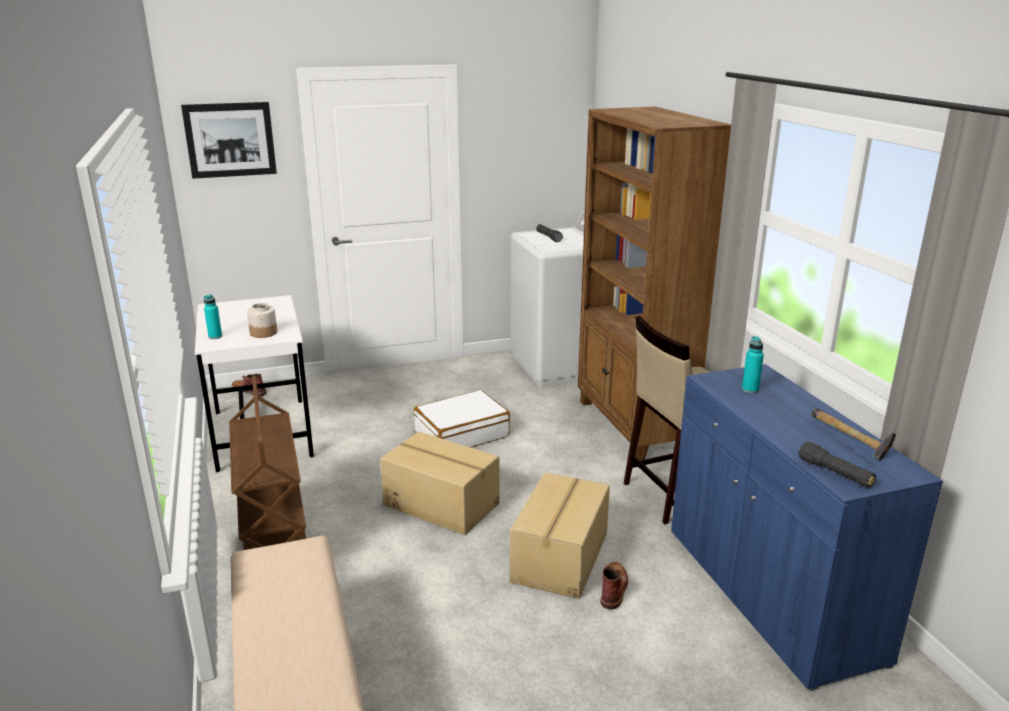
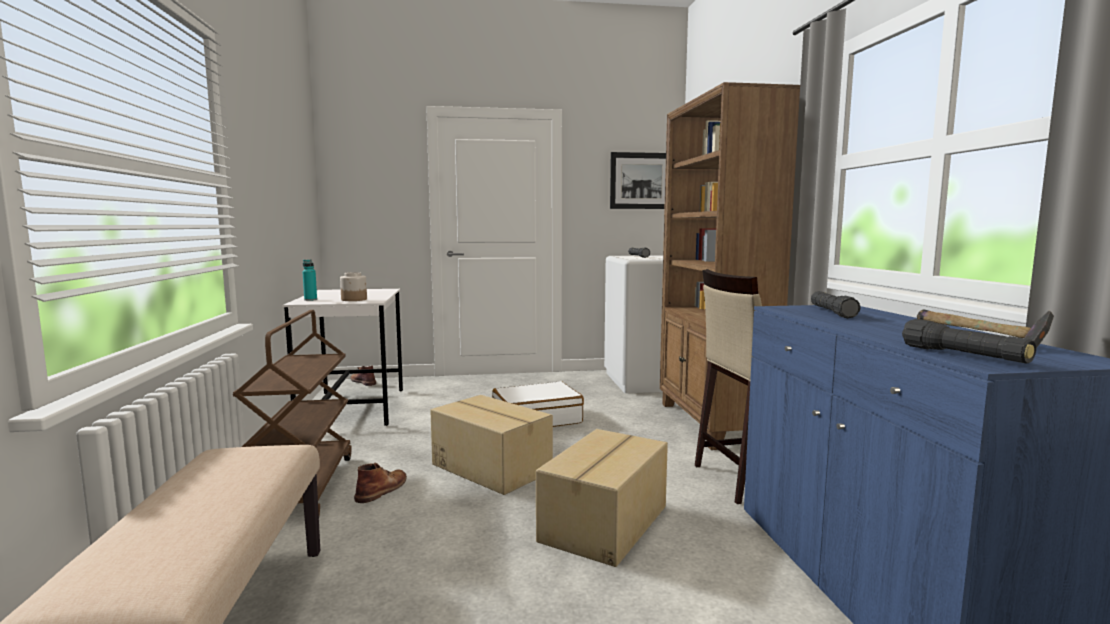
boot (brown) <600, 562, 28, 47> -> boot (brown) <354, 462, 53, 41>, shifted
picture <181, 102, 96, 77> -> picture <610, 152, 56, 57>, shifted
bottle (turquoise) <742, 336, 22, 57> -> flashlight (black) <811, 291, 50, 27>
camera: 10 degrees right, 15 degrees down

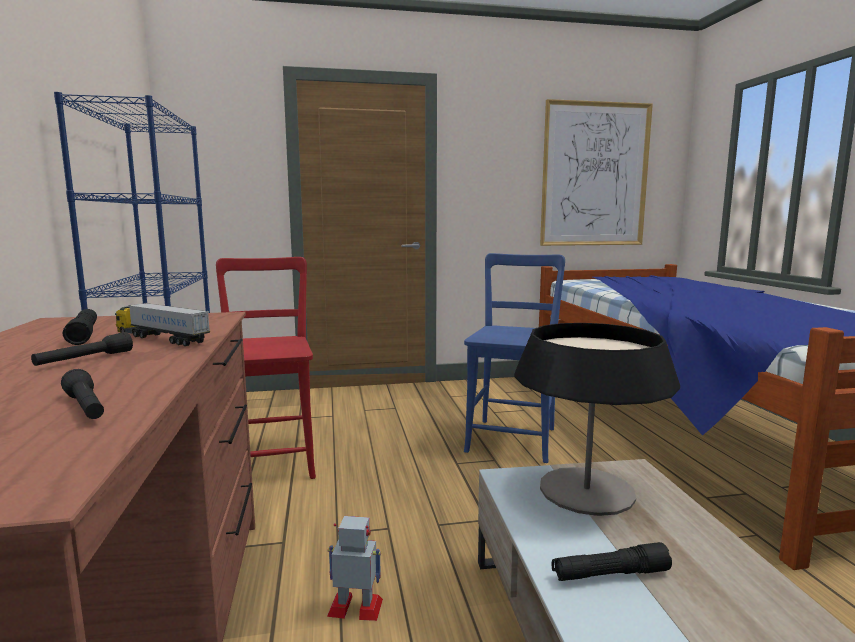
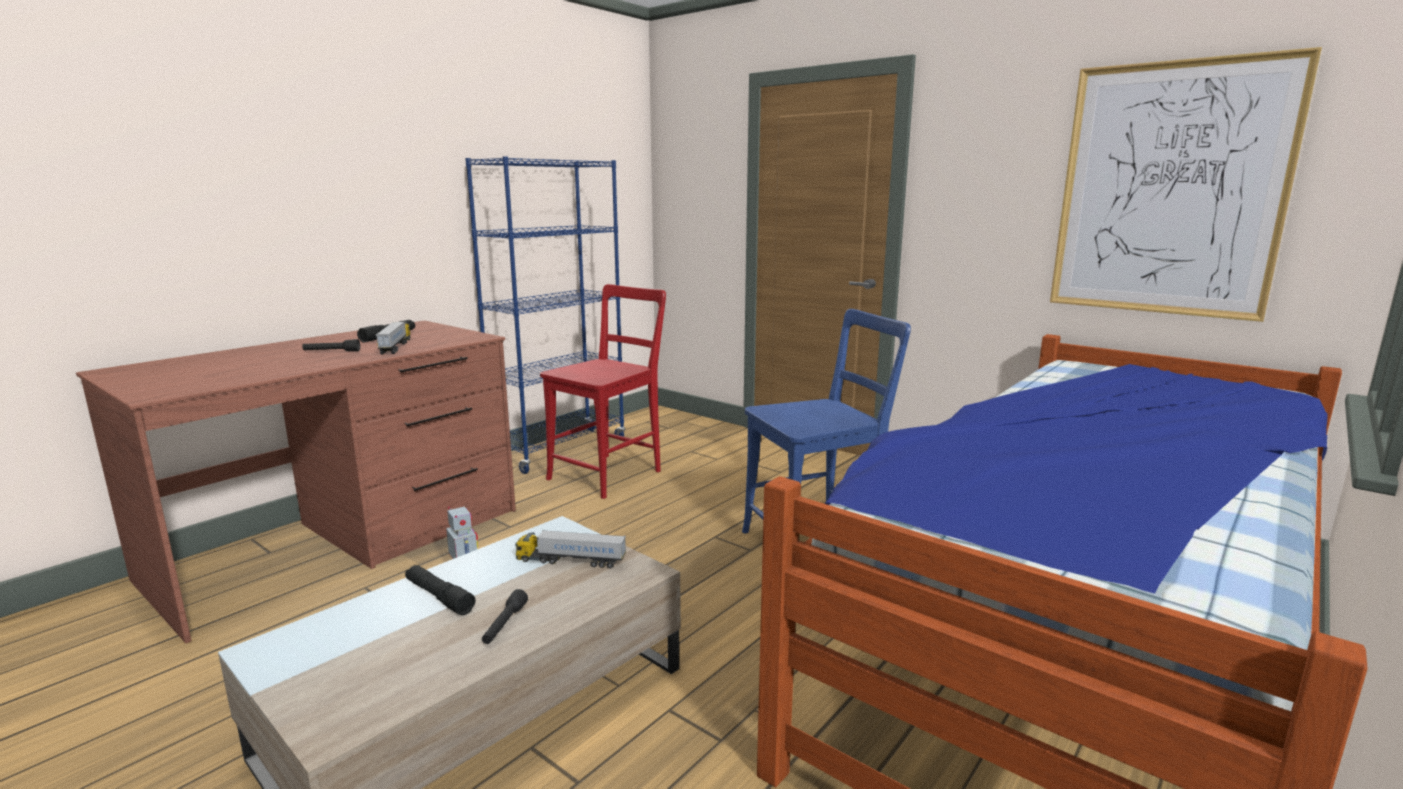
flashlight (black) <61, 369, 43, 50> -> flashlight (black) <482, 589, 46, 55>, shifted
table lamp <514, 323, 166, 193> -> toy truck <515, 530, 111, 38>
camera: 50 degrees right, 5 degrees up

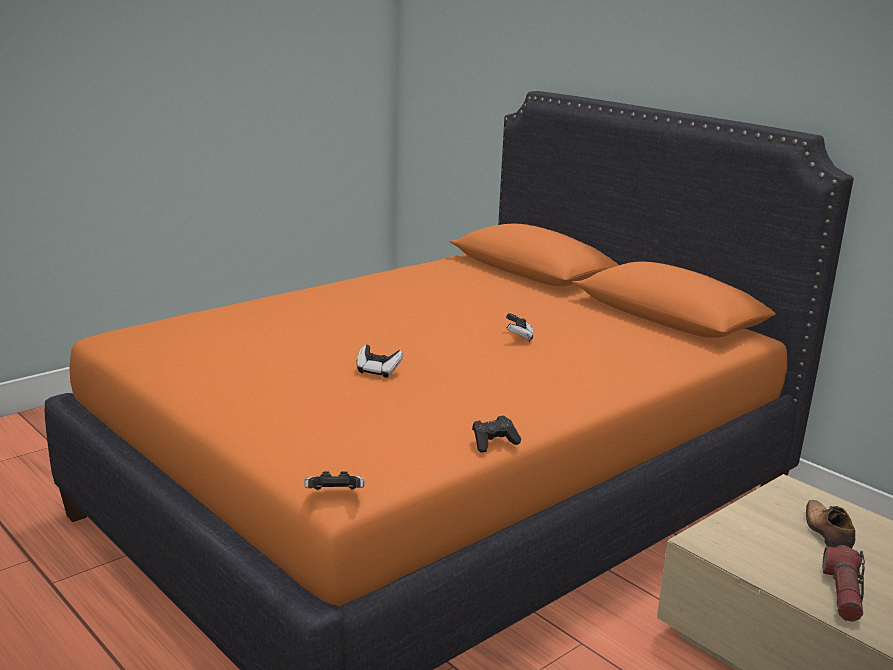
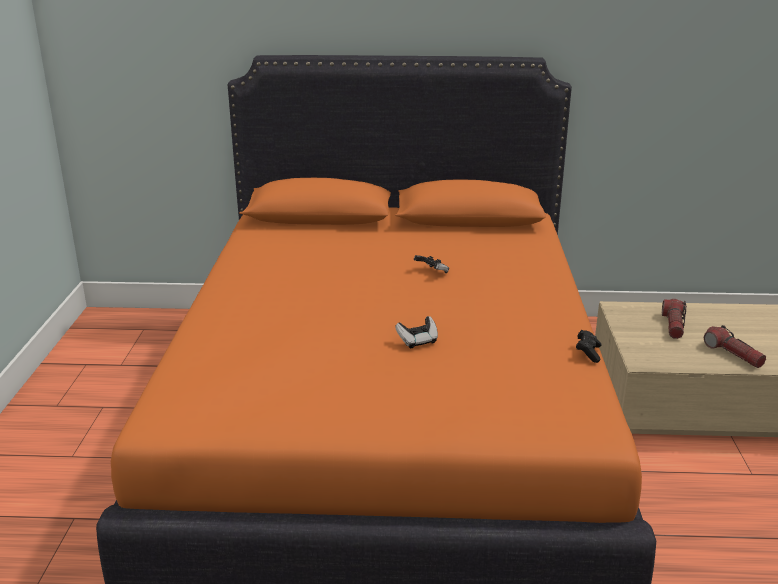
shoe <806, 500, 49, 48> -> flashlight <662, 299, 25, 40>
game controller <304, 471, 61, 19> -> none
camera: 45 degrees left, 5 degrees up

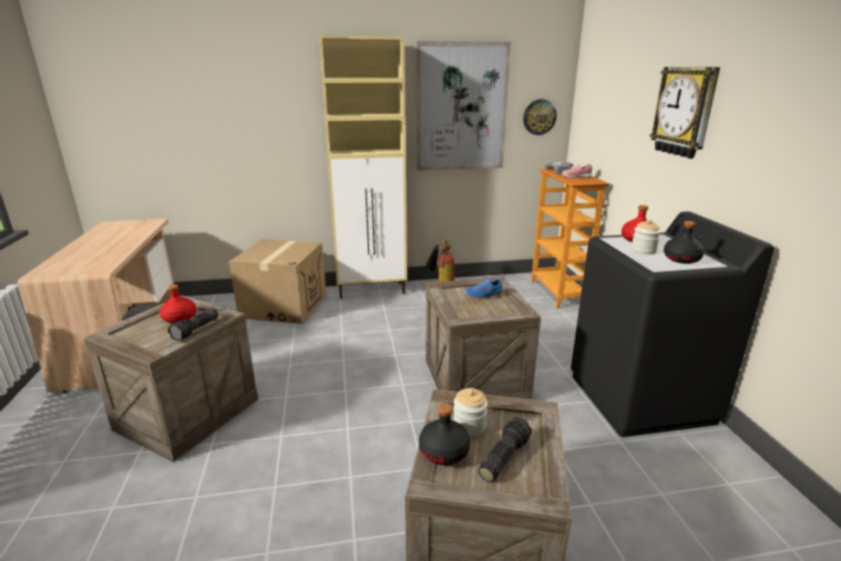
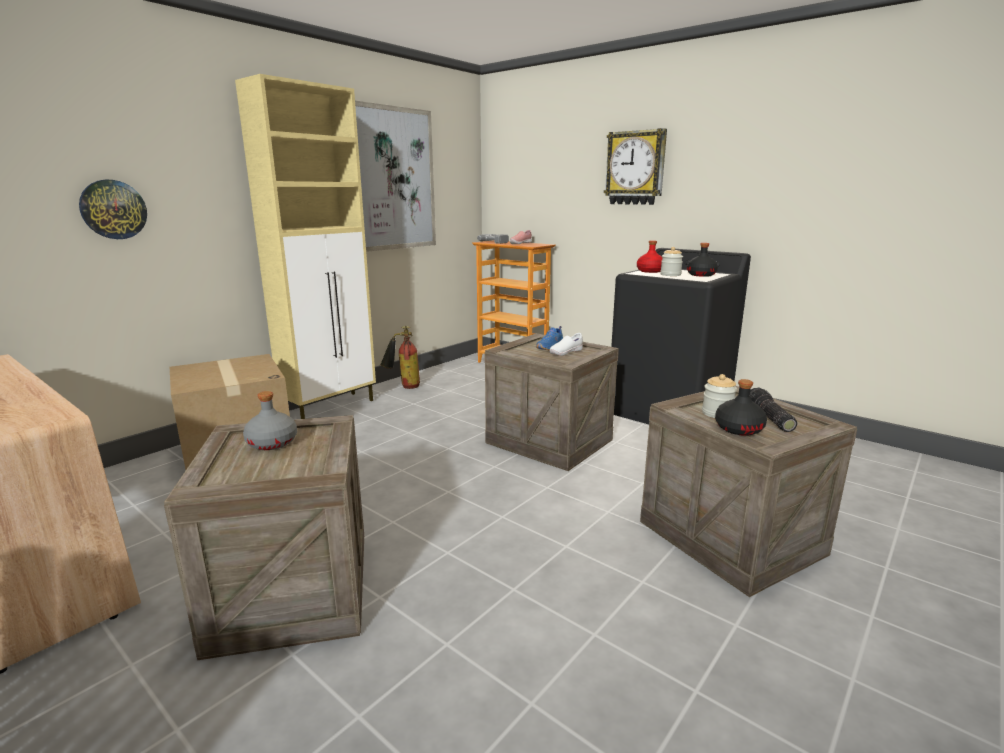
wall clock <523, 99, 34, 36> -> wall clock <79, 180, 68, 59>, shifted
bottle (red) <160, 285, 37, 38> -> bottle (grey) <243, 391, 54, 59>
none -> shoe (white) <549, 333, 34, 23>
flashlight <168, 308, 50, 33> -> none
camera: 40 degrees left, 5 degrees down

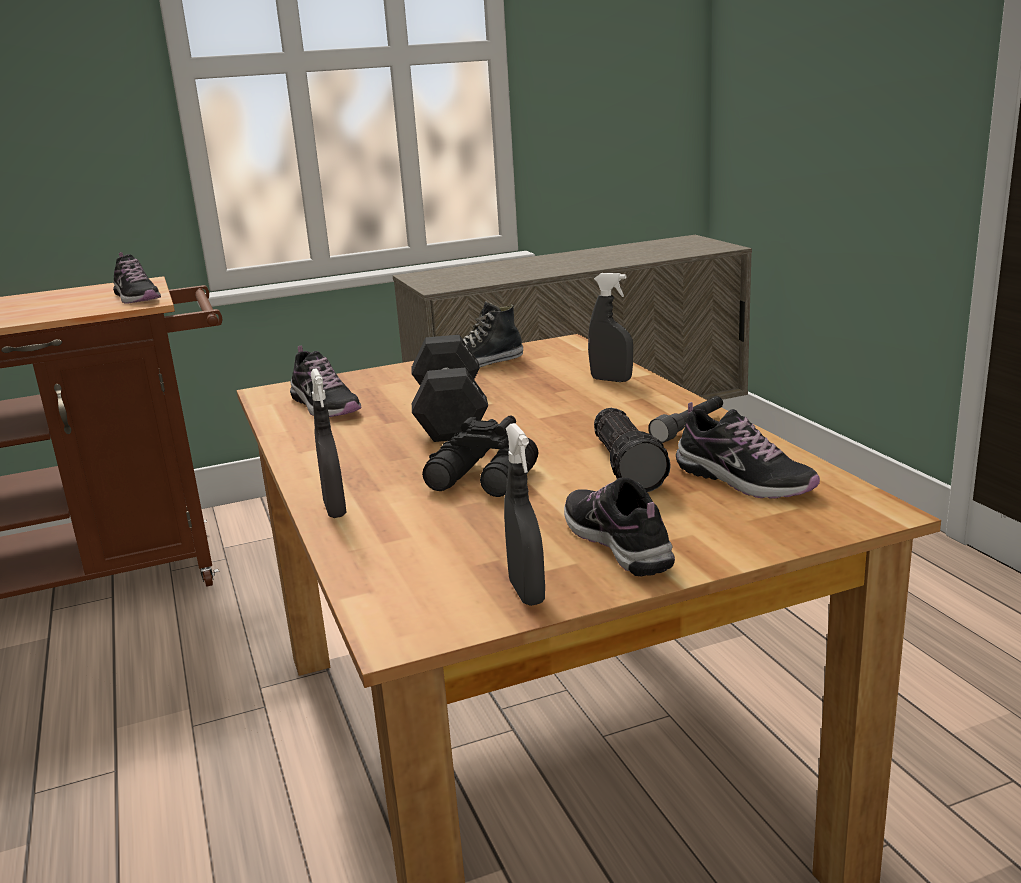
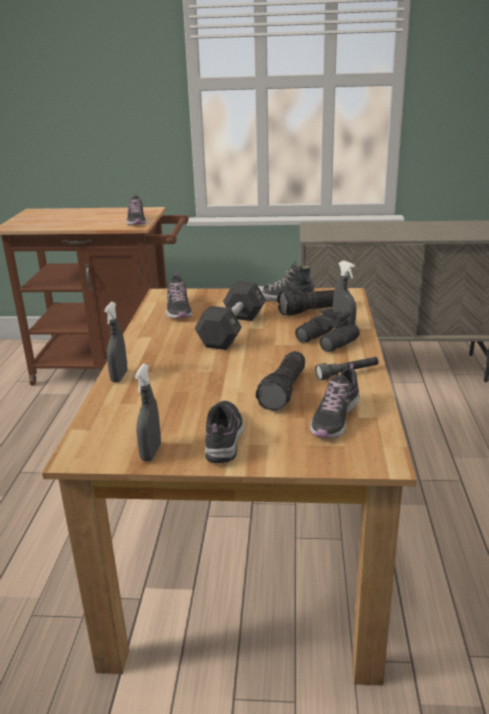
none -> flashlight <277, 290, 57, 26>
binoculars (black) <422, 415, 116, 82> -> binoculars (black) <295, 308, 65, 44>, shifted
shoe <676, 402, 144, 97> -> shoe <310, 363, 50, 75>, 45 degrees clockwise
camera: 25 degrees right, 5 degrees up

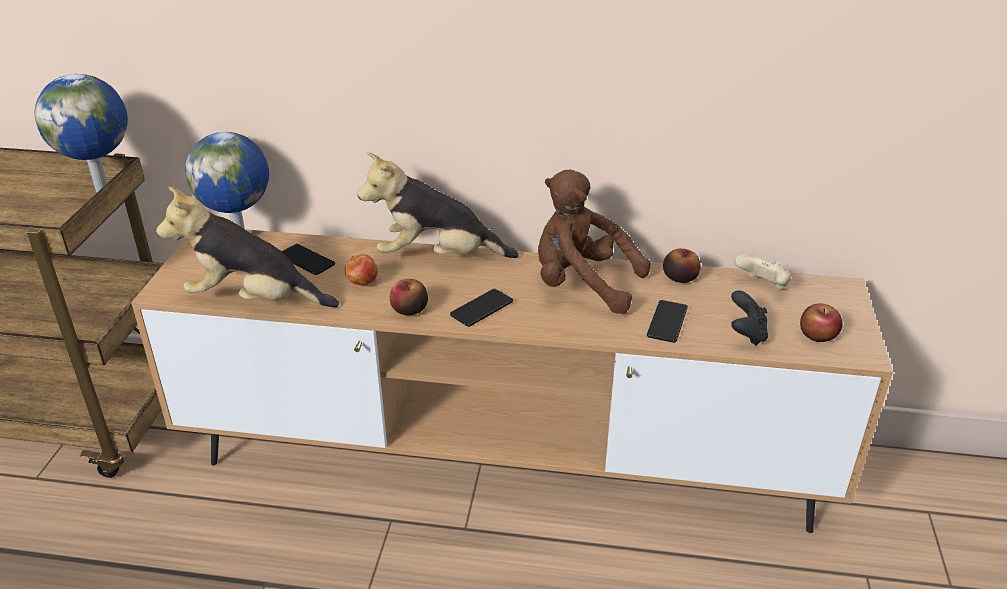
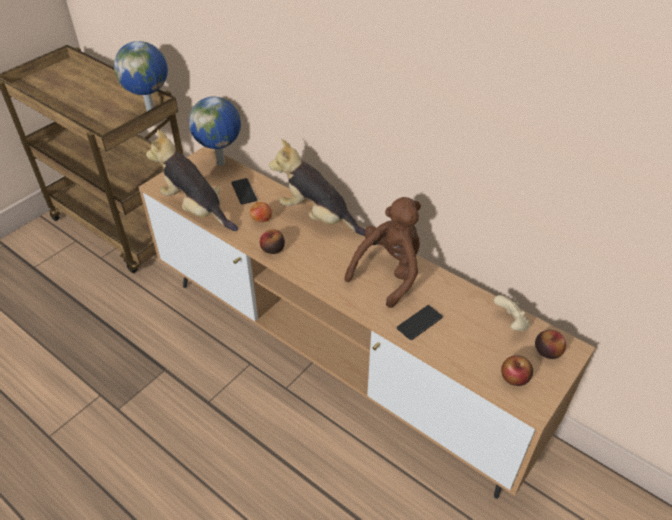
plush toy (brown) <538, 169, 112, 145> -> plush toy (brown) <345, 197, 76, 111>, 75 degrees clockwise
apple <663, 249, 38, 34> -> apple <535, 330, 31, 29>, shifted
phone <450, 289, 63, 38> -> none
game controller (black) <731, 290, 37, 56> -> none
camera: 30 degrees right, 10 degrees up

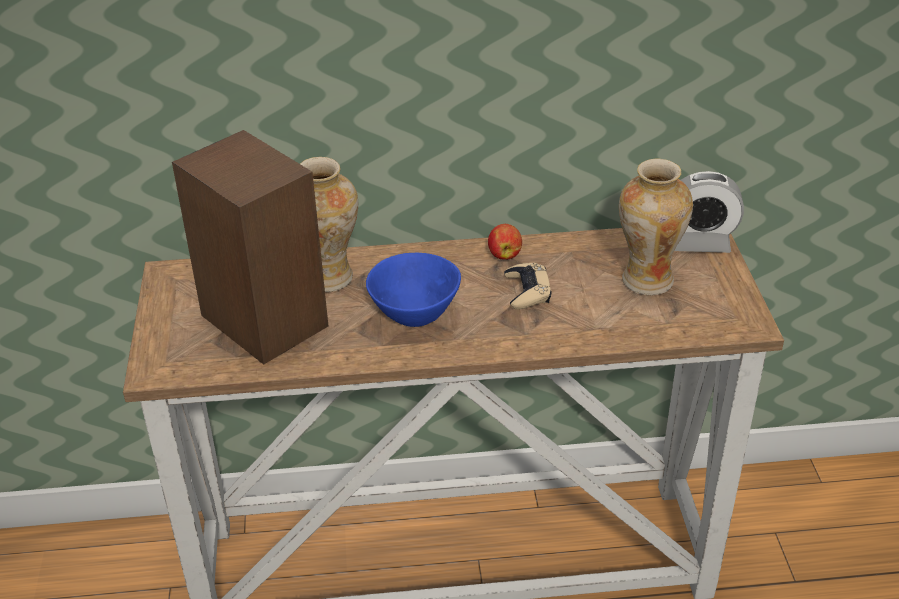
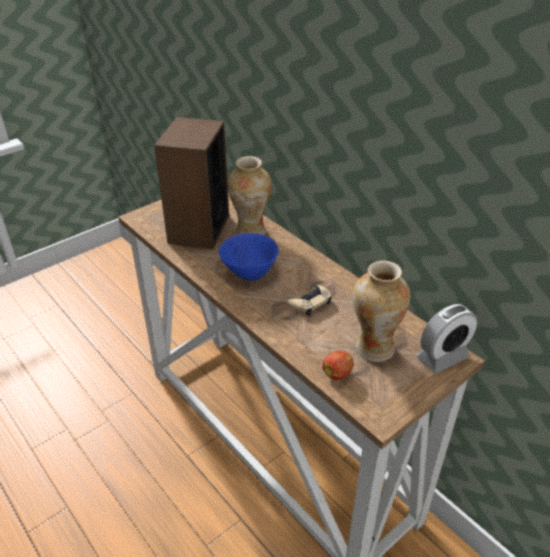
apple <488, 224, 34, 36> -> apple <322, 351, 31, 29>, shifted
alarm clock <674, 171, 70, 82> -> alarm clock <417, 304, 60, 70>, 90 degrees counterclockwise
camera: 55 degrees right, 0 degrees up

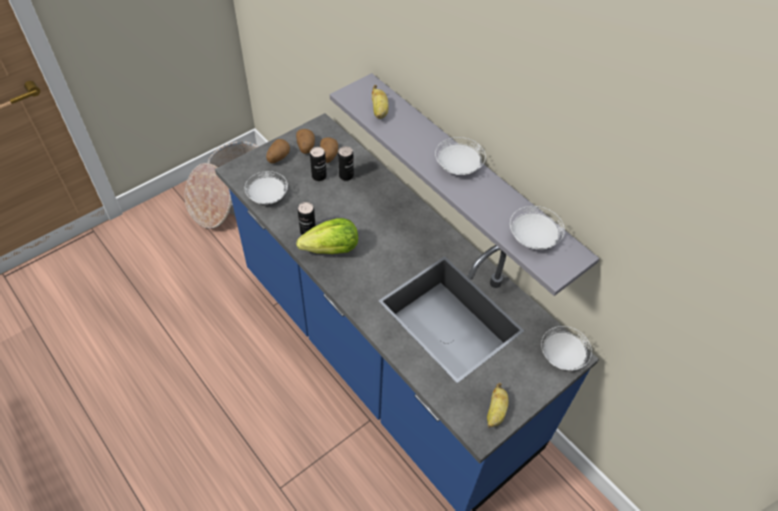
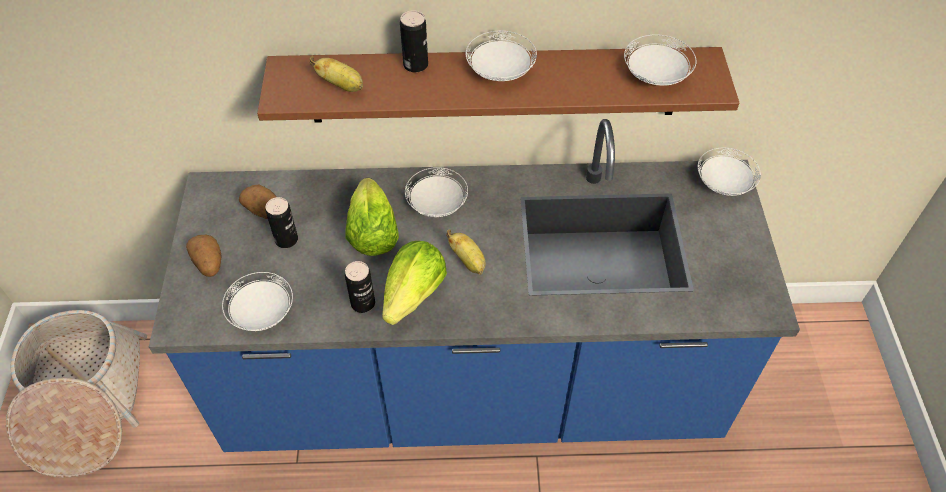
shelf (grey) <330, 73, 269, 223> -> shelf (brown) <257, 47, 482, 76>
none -> lettuce <345, 178, 54, 78>
can <338, 146, 16, 35> -> can <400, 10, 28, 62>, shifted
none -> plate (white) <405, 167, 63, 50>
banana <487, 383, 22, 45> -> banana <446, 229, 39, 46>, shifted
potato <296, 129, 19, 25> -> none
camera: 50 degrees left, 0 degrees up

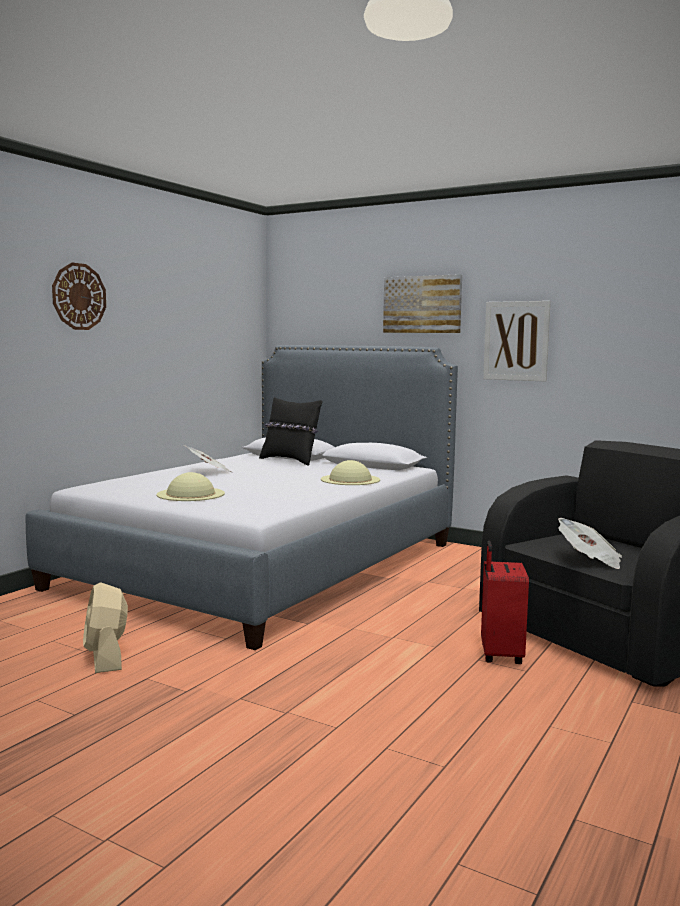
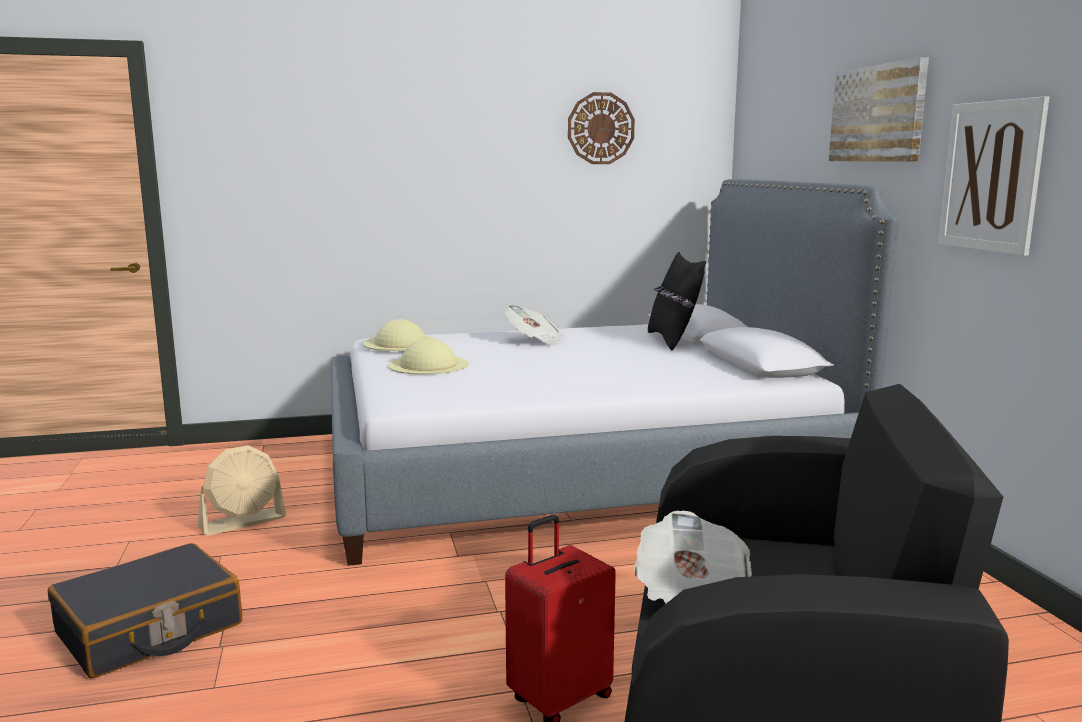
none -> suitcase (black) <48, 543, 194, 135>
fan (beige) <83, 582, 45, 91> -> fan (beige) <198, 445, 88, 91>, 150 degrees counterclockwise
hat (beige) <321, 460, 59, 25> -> hat (beige) <363, 319, 71, 32>, shifted
wall clock <52, 263, 54, 67> -> wall clock <568, 92, 67, 72>, shifted
camera: 45 degrees right, 5 degrees up

